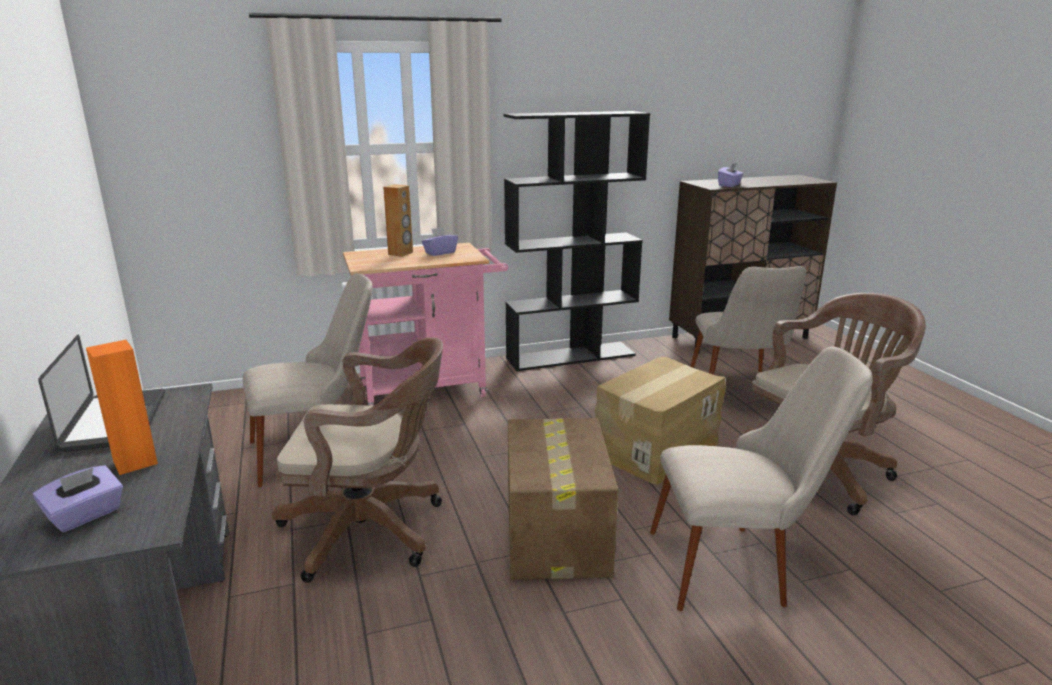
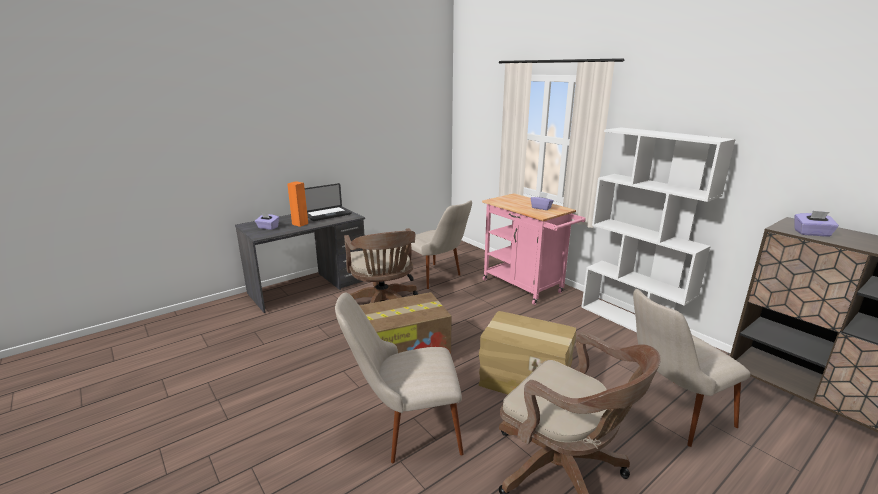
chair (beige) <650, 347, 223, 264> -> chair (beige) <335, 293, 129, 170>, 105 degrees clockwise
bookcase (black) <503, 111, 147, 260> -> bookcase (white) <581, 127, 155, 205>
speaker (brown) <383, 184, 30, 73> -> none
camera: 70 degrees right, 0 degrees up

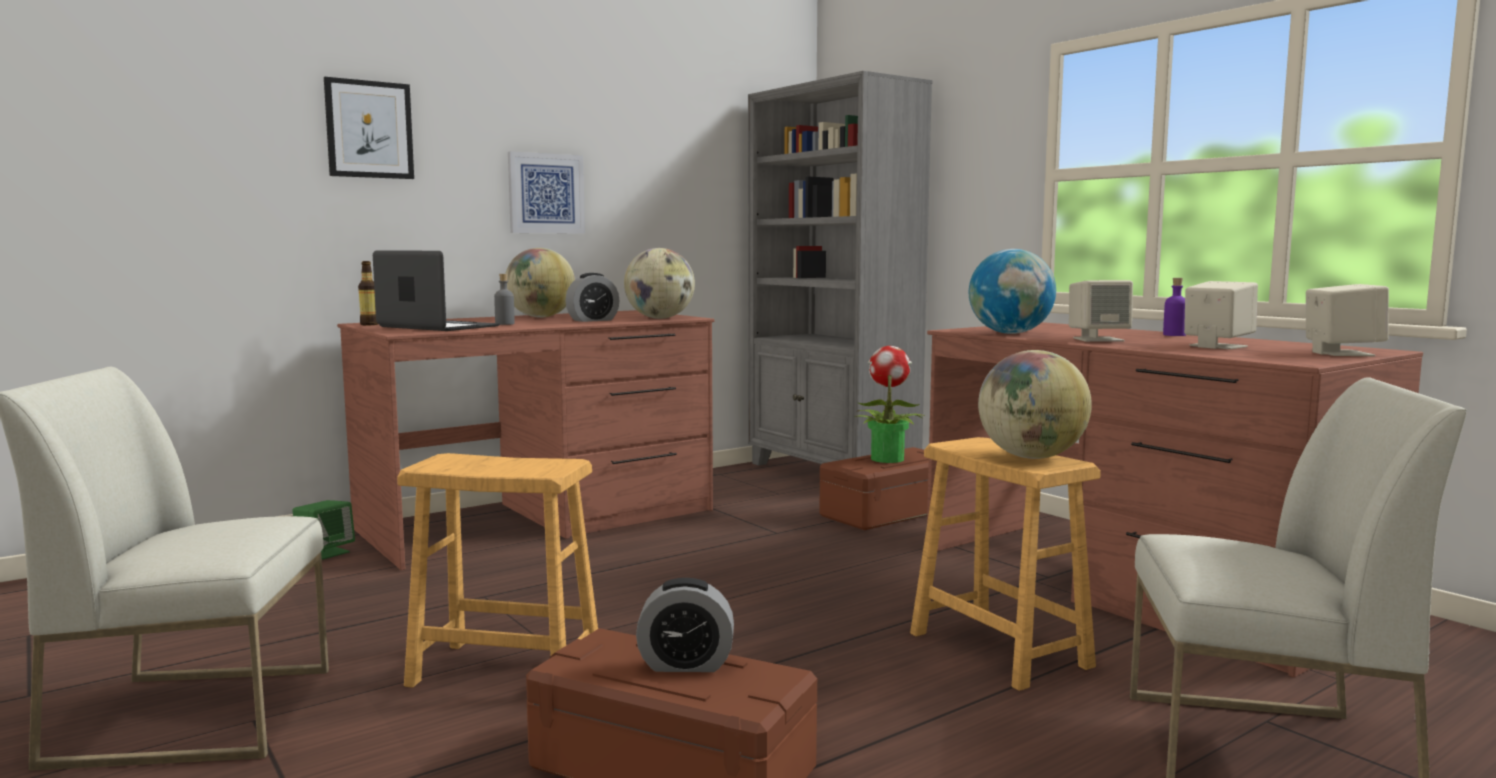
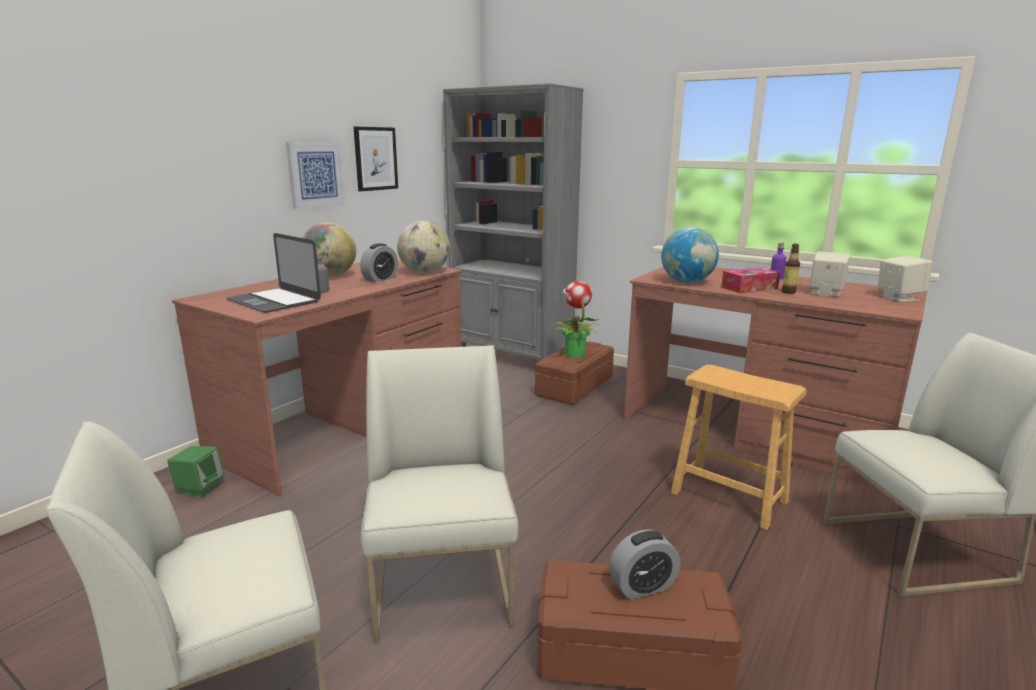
laptop <373, 250, 127, 81> -> laptop <226, 233, 95, 80>, 150 degrees counterclockwise
picture <324, 77, 90, 102> -> picture <354, 127, 44, 64>, shifted
stool (brown) <397, 453, 201, 235> -> chair (white) <360, 345, 159, 298>
speaker (beige) <1069, 280, 64, 62> -> tissue box <721, 268, 59, 25>
bottle <358, 261, 20, 64> -> bottle <782, 244, 18, 50>, shifted
globe <978, 350, 114, 109> -> none
camera: 20 degrees left, 10 degrees up

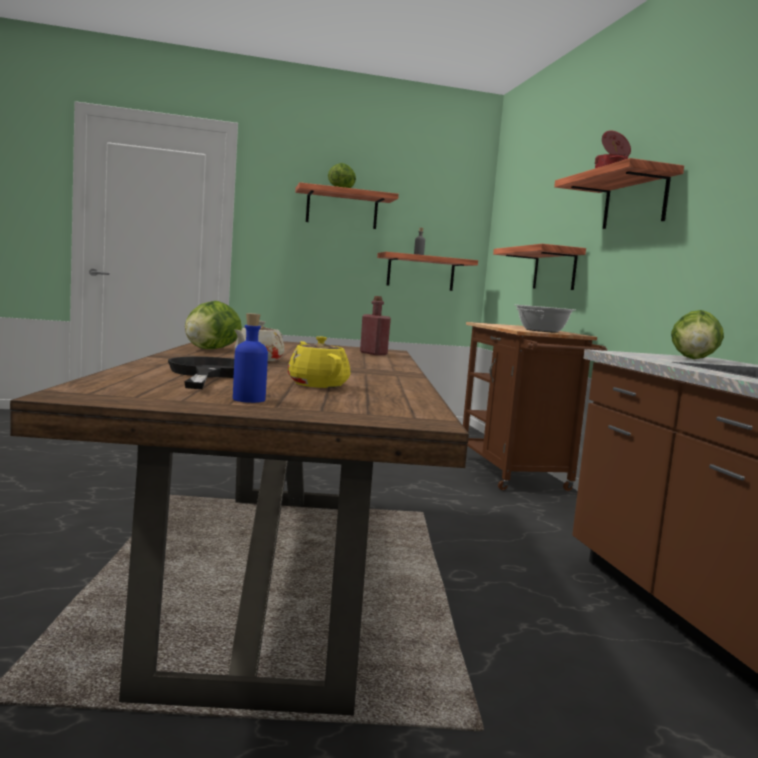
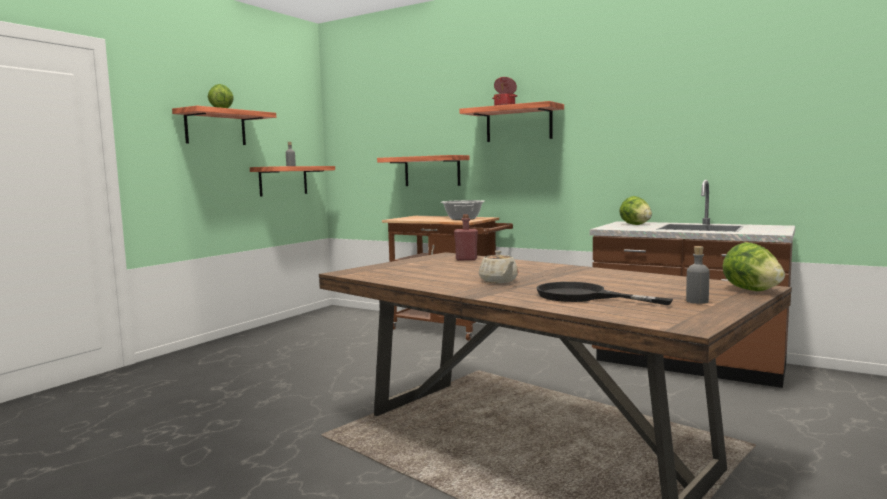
bottle (blue) <233, 313, 35, 90> -> bottle (grey) <686, 246, 23, 58>
lettuce <185, 301, 57, 48> -> lettuce <722, 242, 63, 49>, shifted
teapot (yellow) <288, 336, 62, 52> -> none
camera: 45 degrees left, 0 degrees up

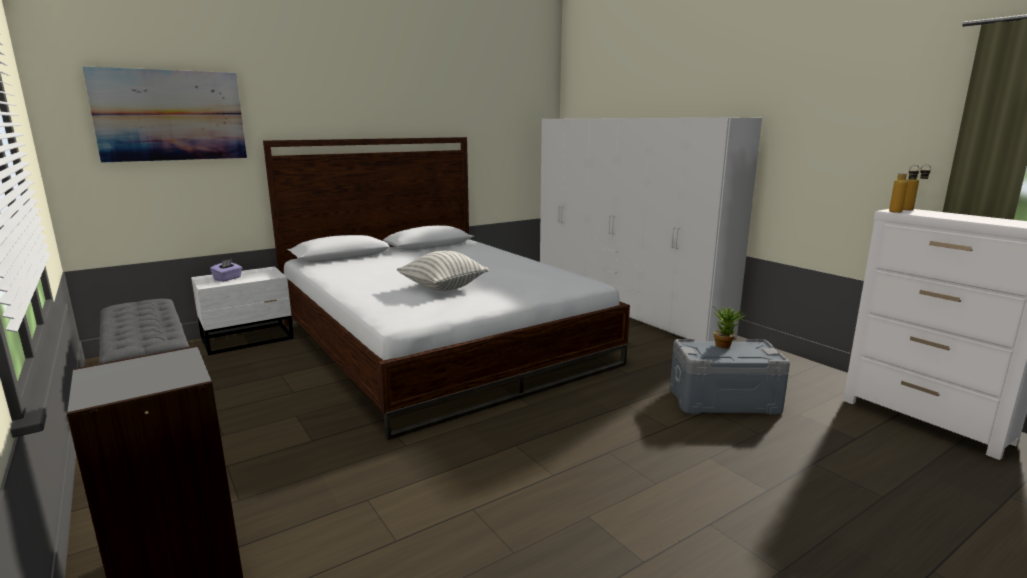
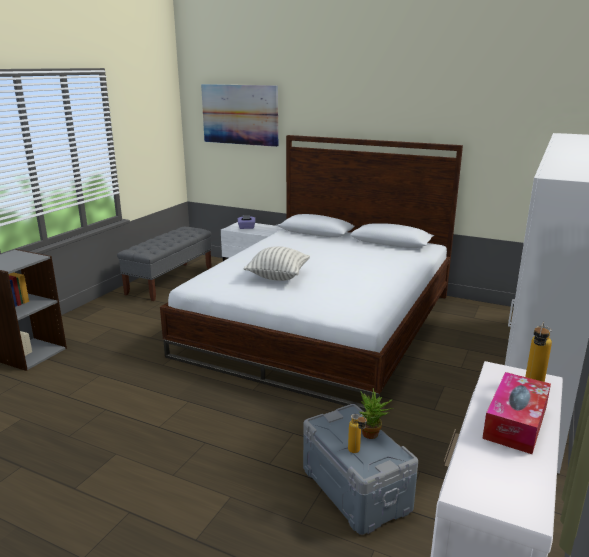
bottle <889, 165, 30, 48> -> bottle <348, 414, 19, 39>, shifted
none -> tissue box <482, 372, 69, 82>
camera: 60 degrees right, 5 degrees up

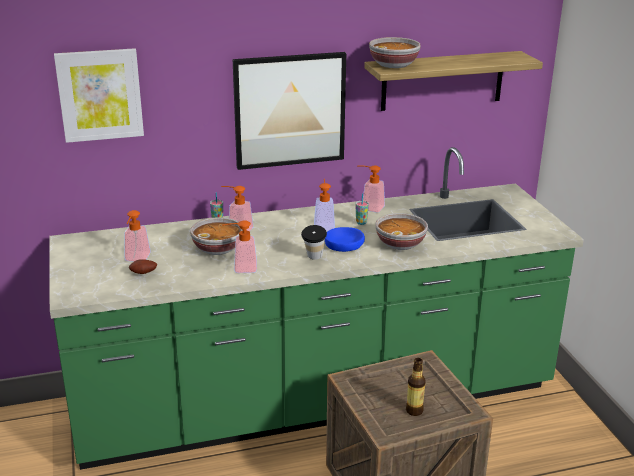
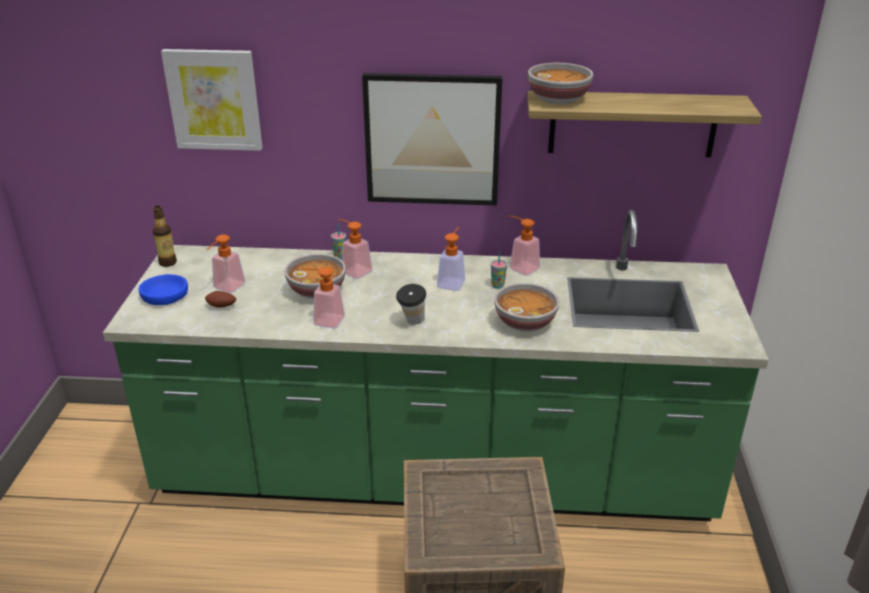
bowl (blue) <325, 227, 40, 25> -> bowl (blue) <139, 274, 49, 31>, shifted
bottle <406, 358, 20, 58> -> bottle <153, 206, 24, 61>, shifted
camera: 20 degrees right, 5 degrees up

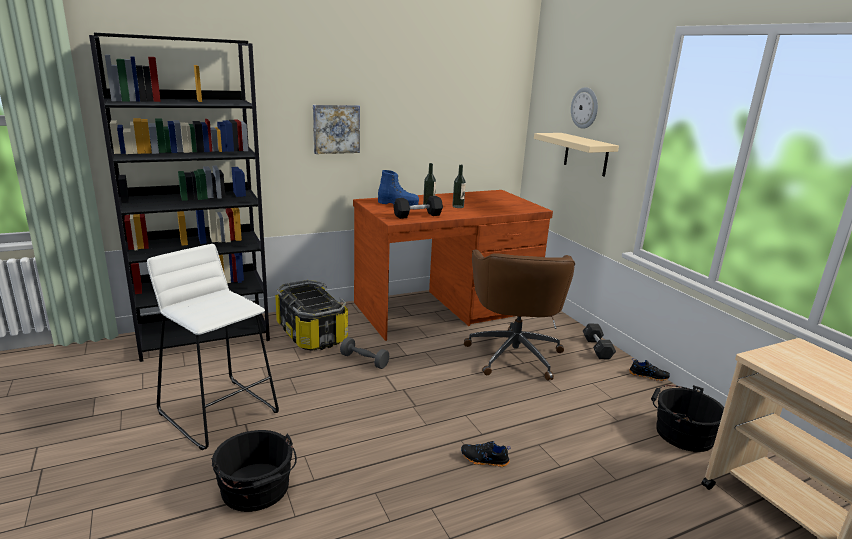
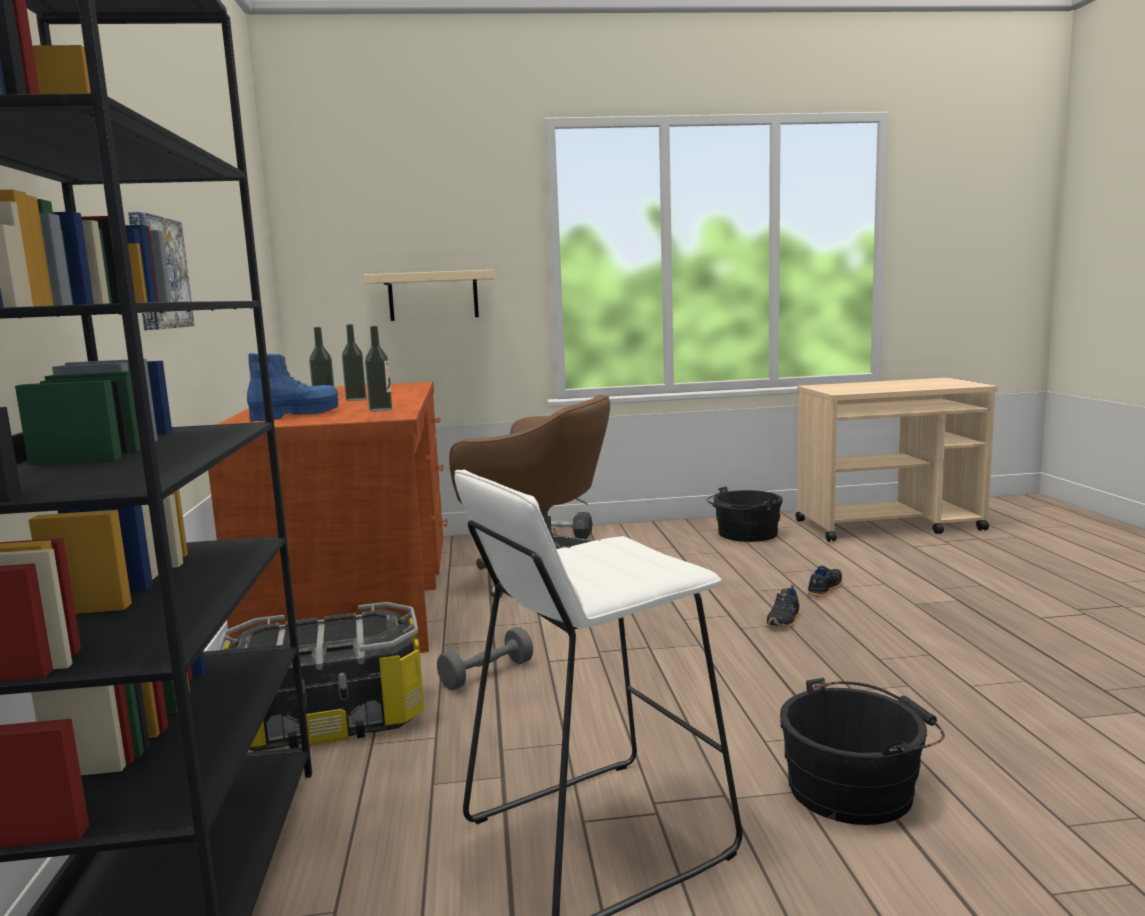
dumbbell (black) <393, 196, 50, 23> -> bottle <365, 326, 27, 86>
shoe (black) <629, 358, 41, 23> -> shoe (black) <808, 566, 34, 31>, shifted
wall clock <571, 87, 27, 42> -> none
camera: 70 degrees left, 10 degrees down

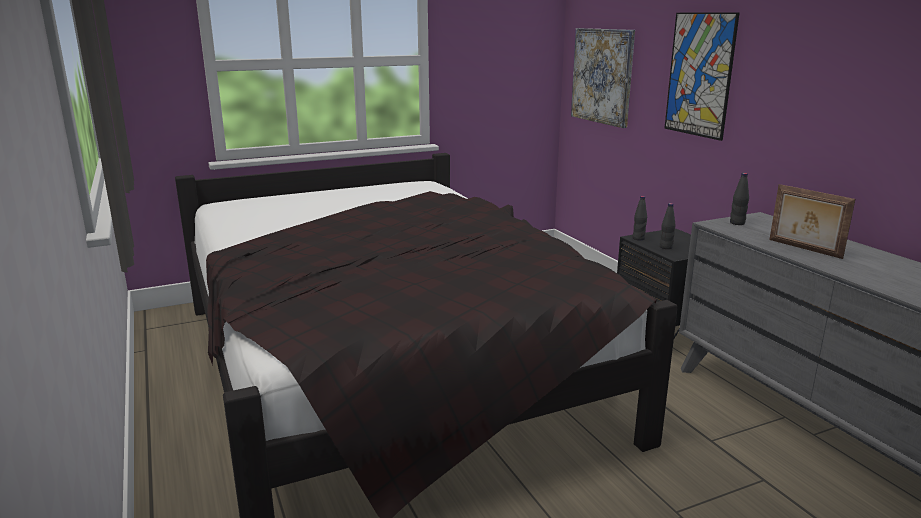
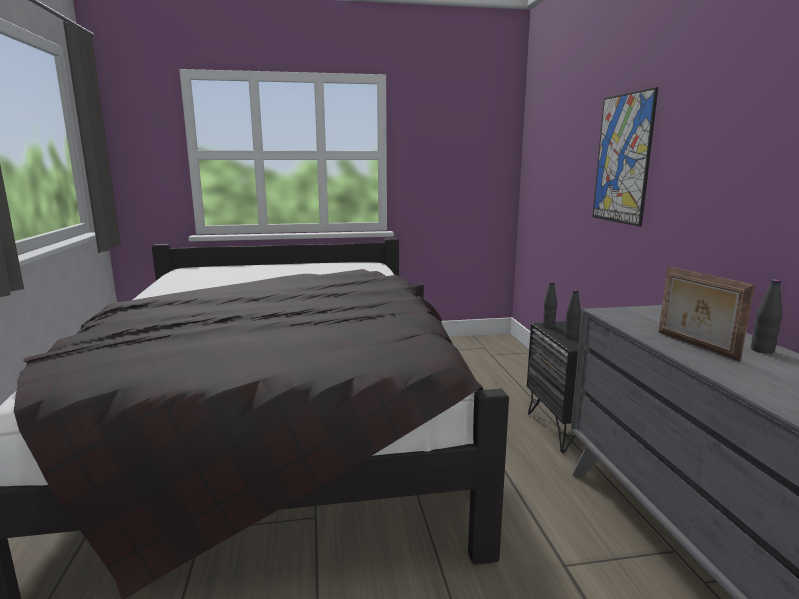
bottle (black) <730, 173, 19, 52> -> bottle (black) <751, 279, 31, 75>, shifted
picture <571, 28, 64, 100> -> none
camera: 15 degrees right, 5 degrees down

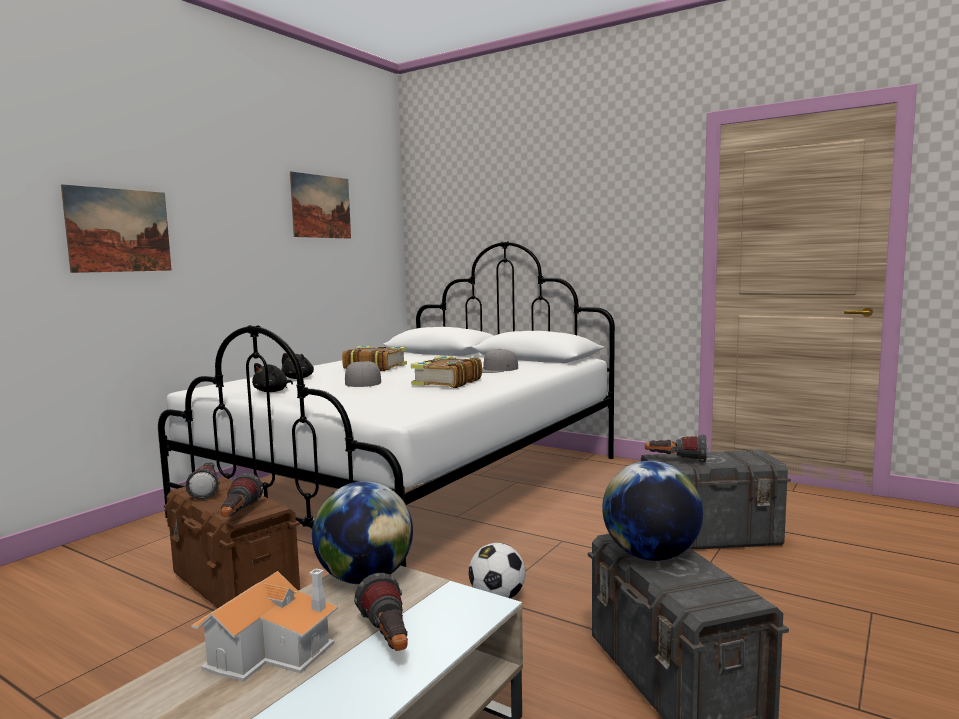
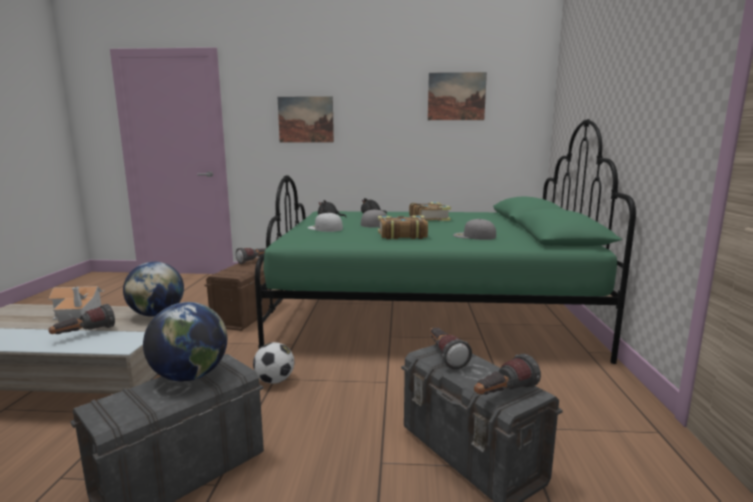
bed (white) <158, 241, 457, 326> -> bed (green) <255, 119, 381, 245>
none -> cap (white) <308, 213, 35, 19>
flashlight <221, 473, 42, 44> -> flashlight <474, 354, 67, 41>, shifted
camera: 60 degrees right, 5 degrees up

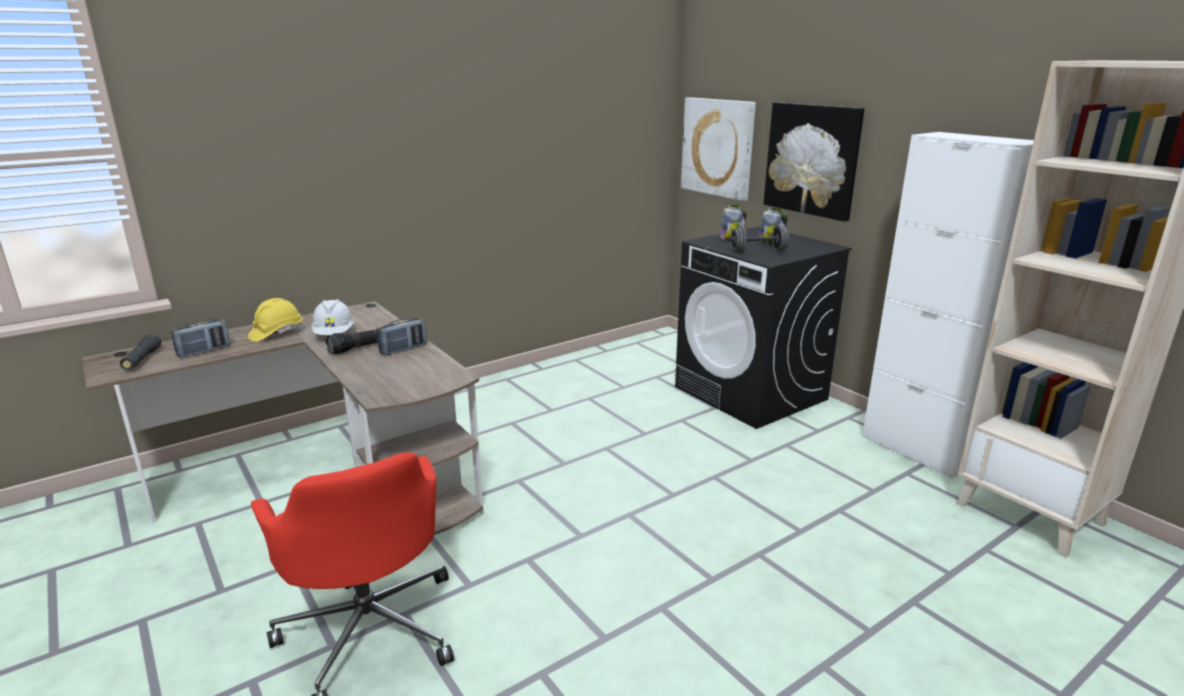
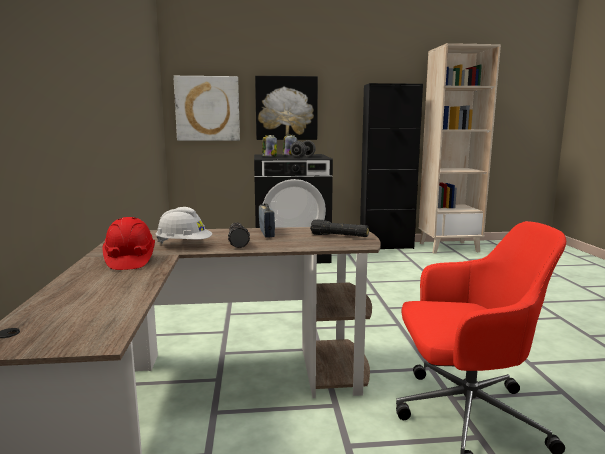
hard hat (yellow) <248, 298, 55, 44> -> hard hat (red) <103, 217, 52, 53>
flashlight (black) <120, 334, 41, 36> -> flashlight (black) <310, 219, 59, 18>, shifted
cabinet (white) <862, 132, 172, 347> -> cabinet (black) <360, 83, 63, 166>
radio <171, 319, 59, 39> -> none
camera: 60 degrees left, 10 degrees down

